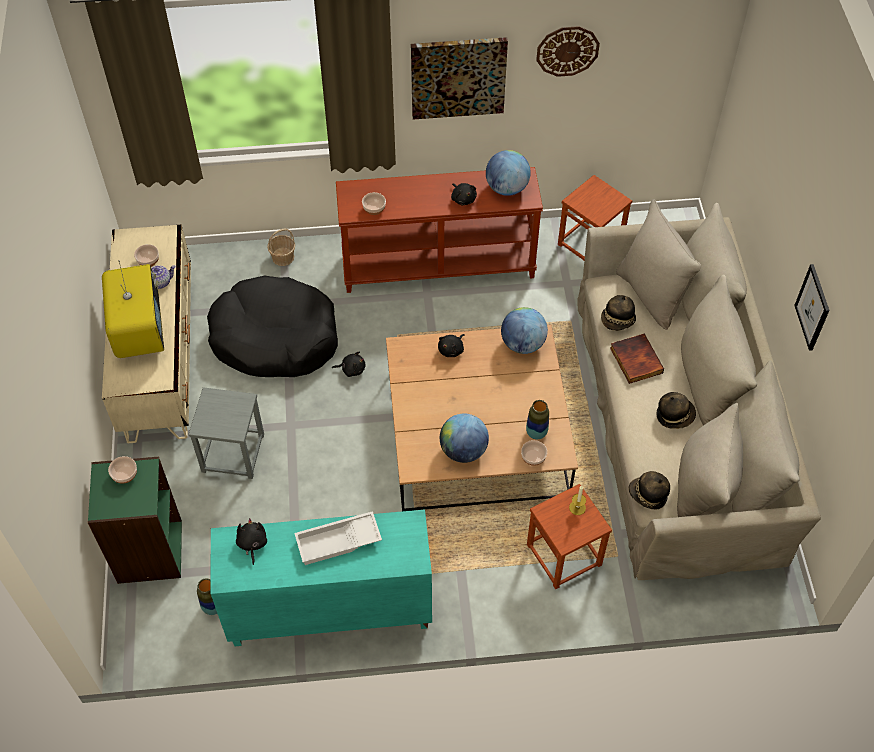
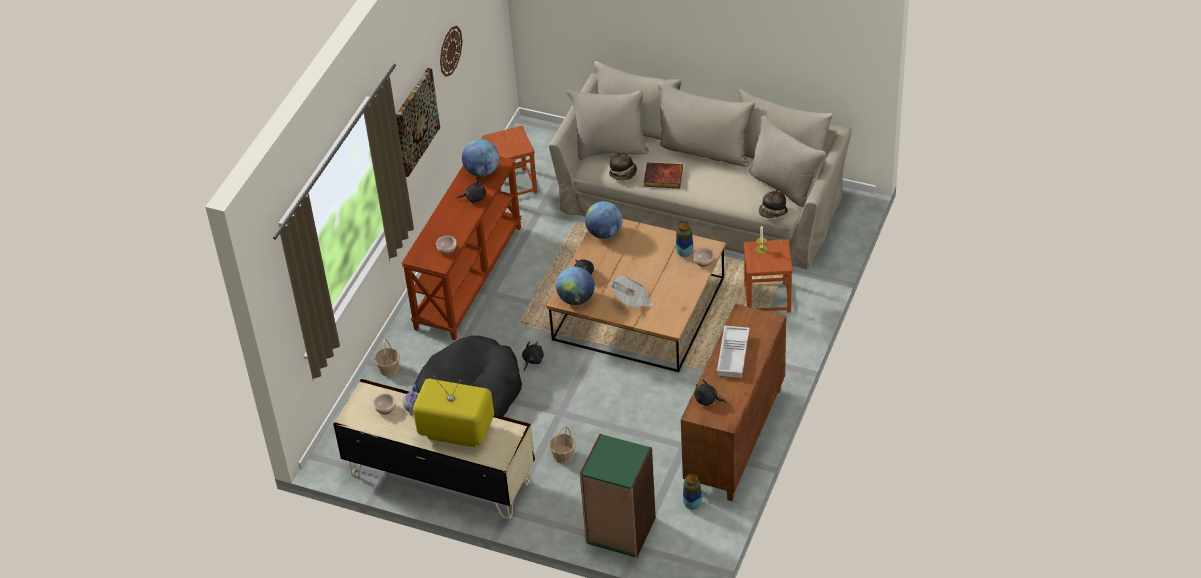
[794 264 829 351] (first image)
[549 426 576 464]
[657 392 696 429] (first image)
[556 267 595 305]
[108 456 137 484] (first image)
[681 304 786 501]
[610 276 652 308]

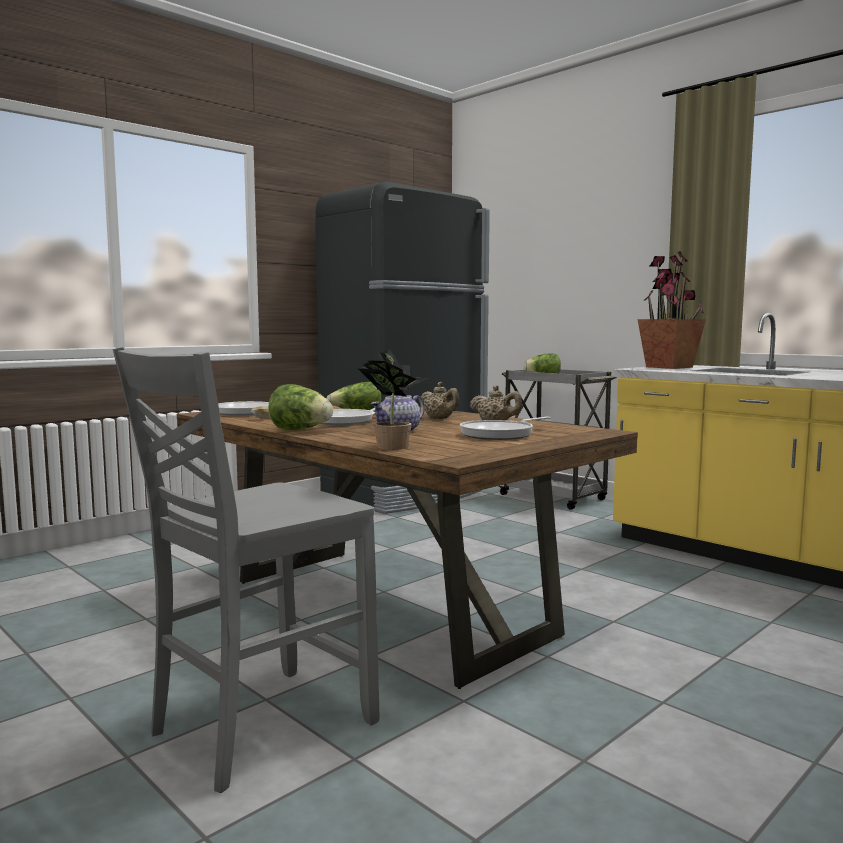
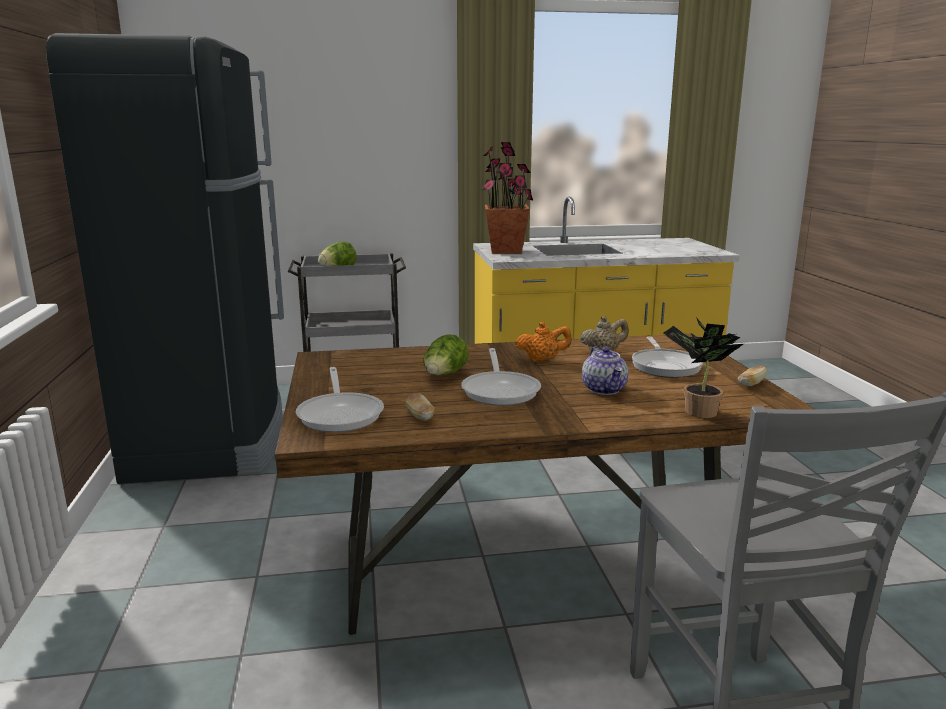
[515 322 571 362]
[268 384 333 430] (first image)
[738 365 767 386]

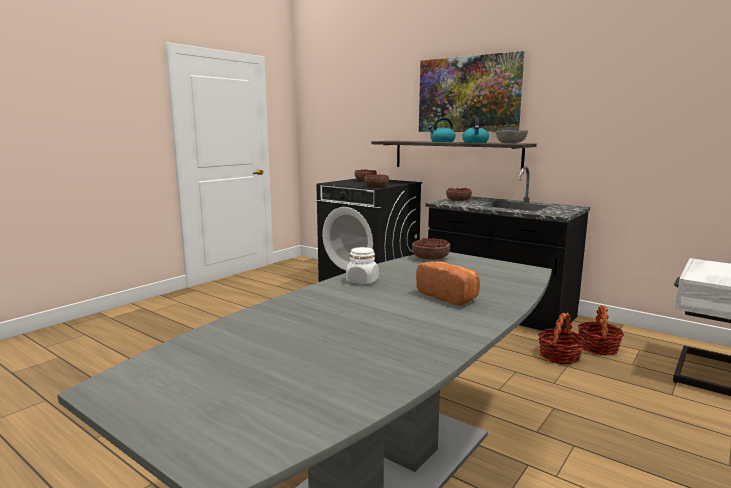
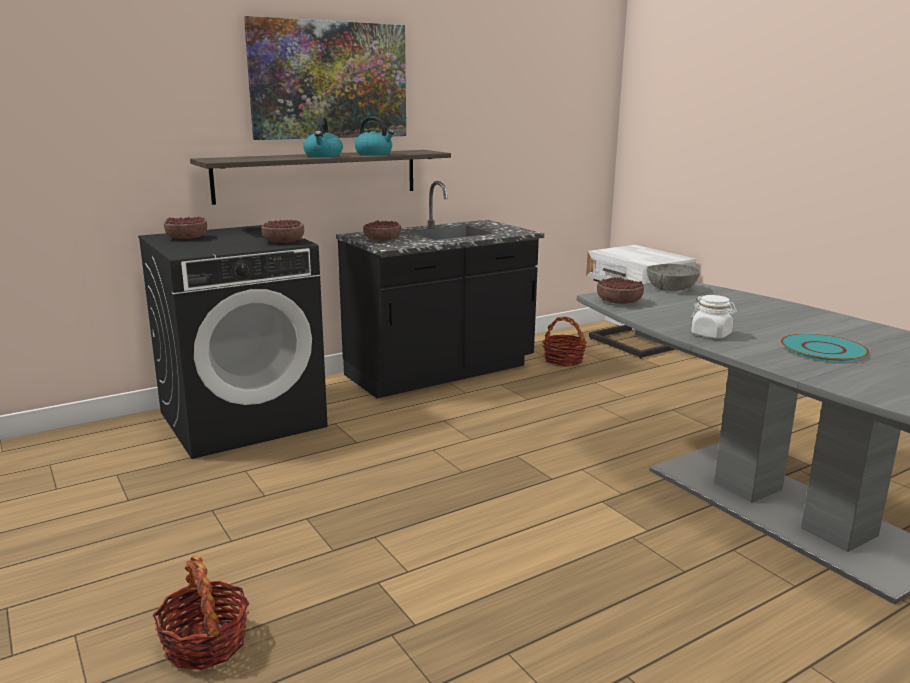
[647 264 700 291]
[416 261 480 306] (first image)
[153 556 250 670]
[781 334 869 362]

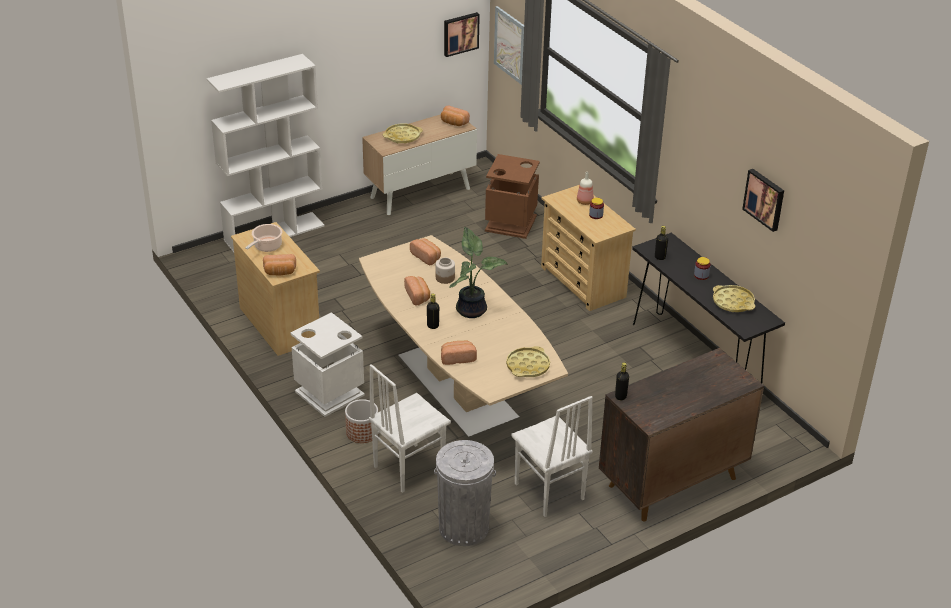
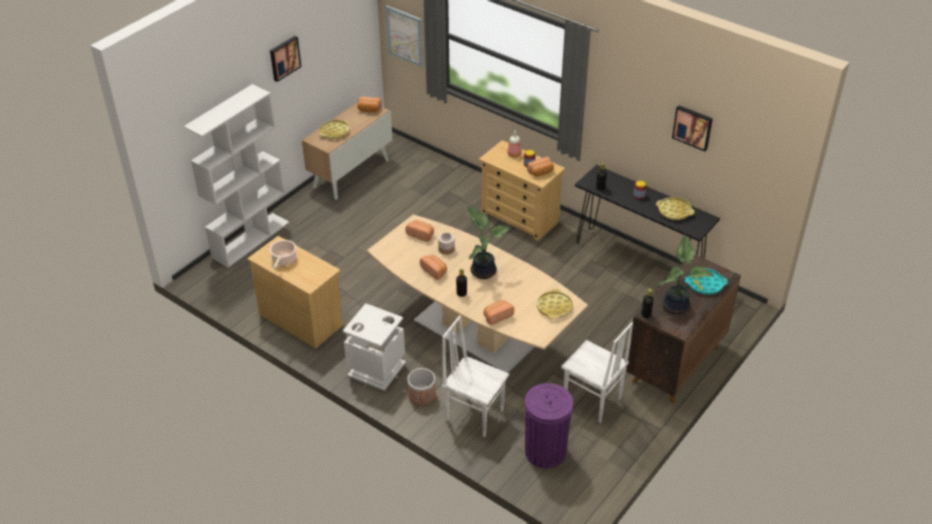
[270 36 301 82]
[485 154 540 239] (first image)
[527 157 554 177]
[442 315 509 437]
[524 383 573 468]
[658 235 714 315]
[684 268 728 295]

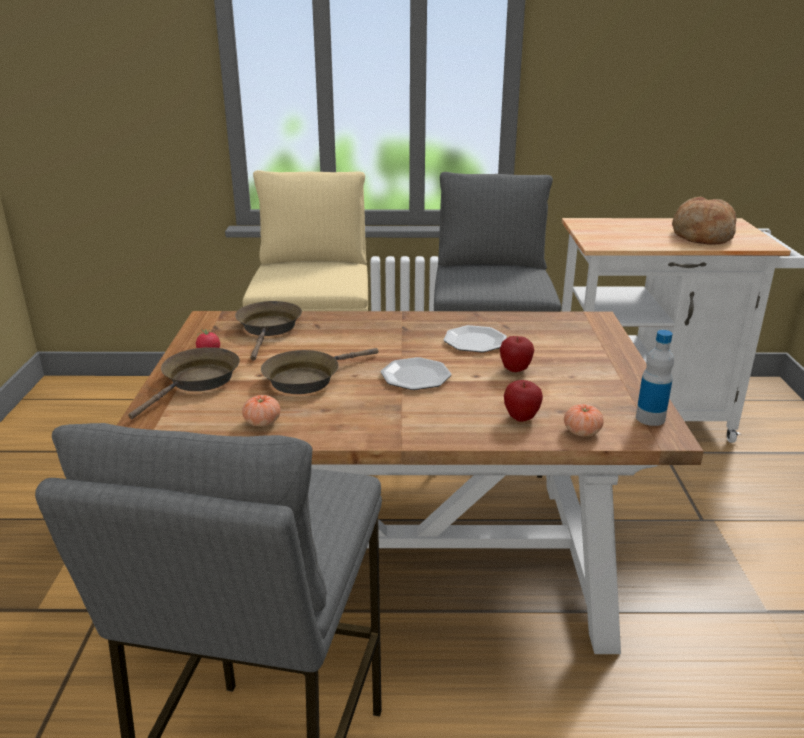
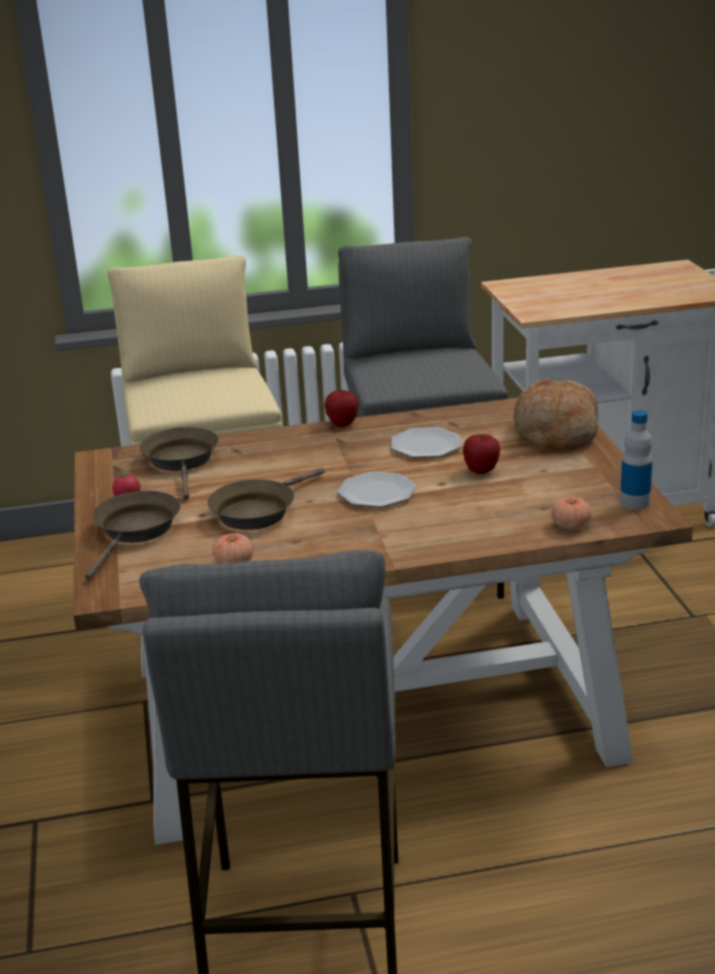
[514 378 599 450]
[325 390 359 427]

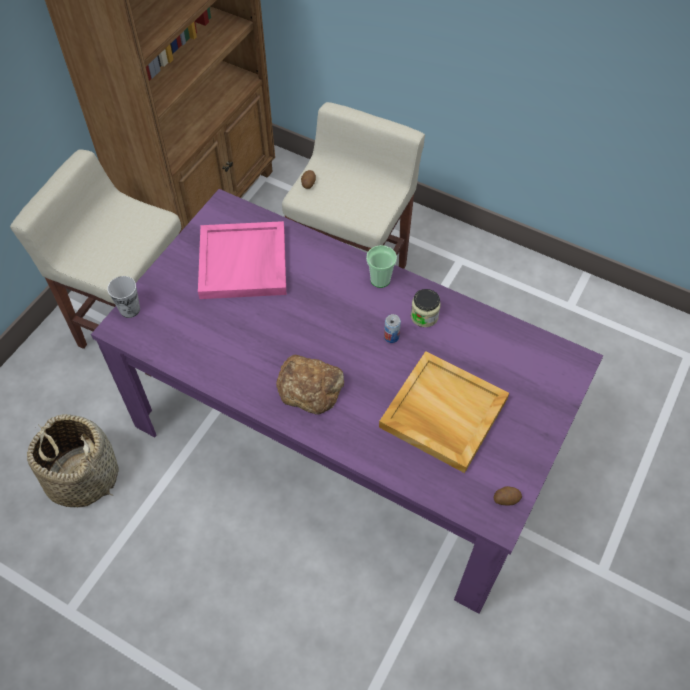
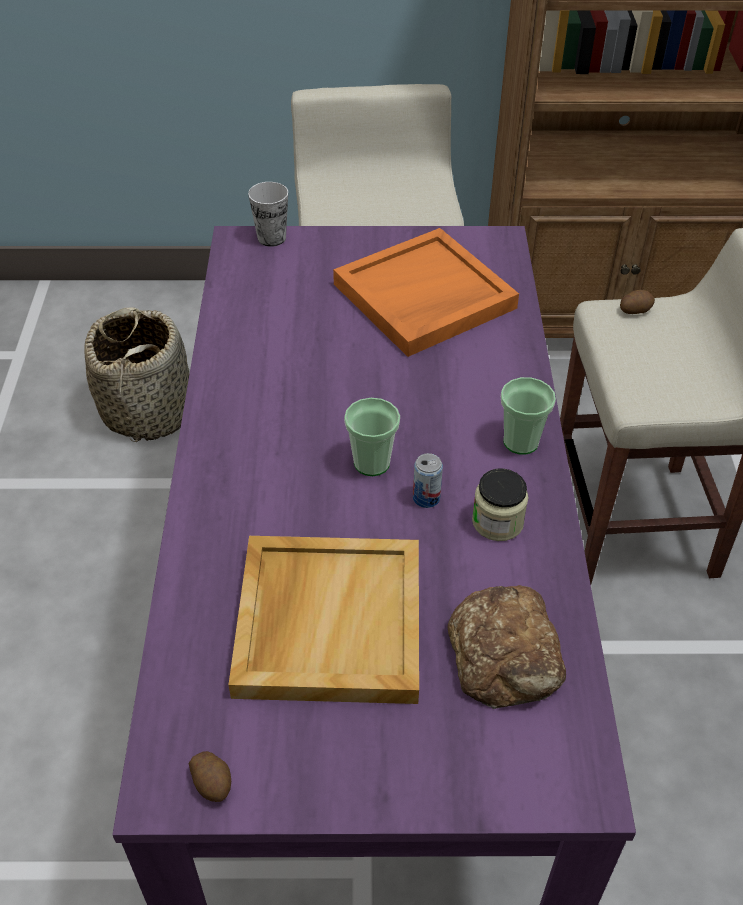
[333 228 519 357]
[448 585 566 709]
[344 398 400 476]

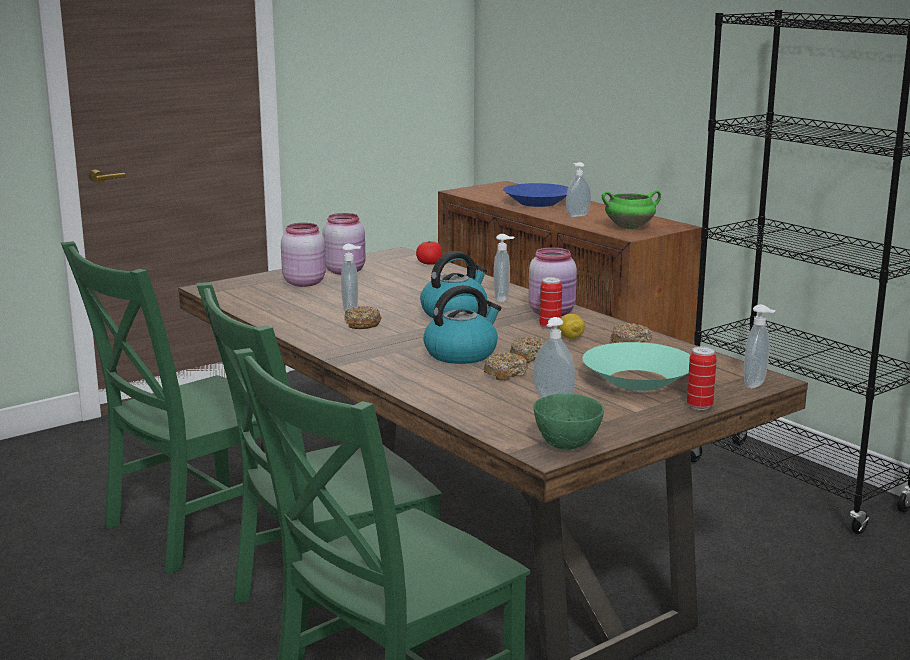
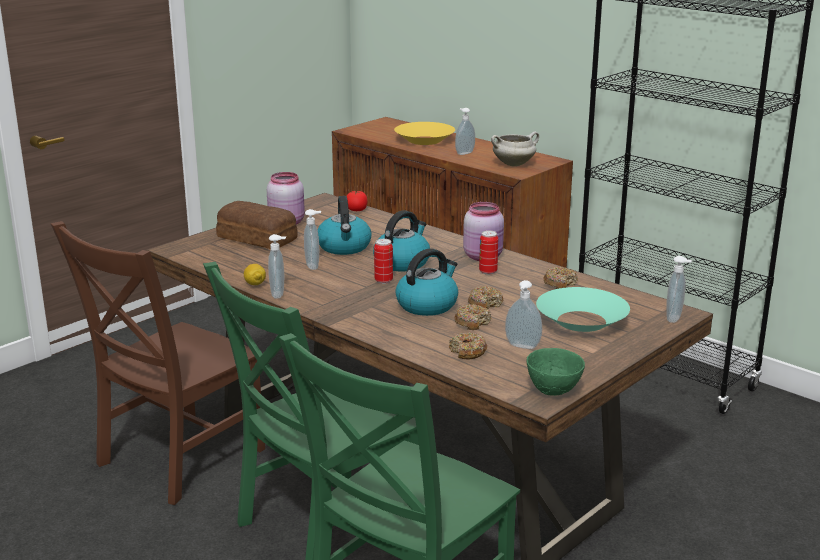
[394 122 455 145]
[491 131 539 167]
[216 201 298 249]
[268 234 286 299]
[51 221 265 505]
[449 332 487 359]
[244 264 266 285]
[374 239 393 284]
[318 196 372 255]

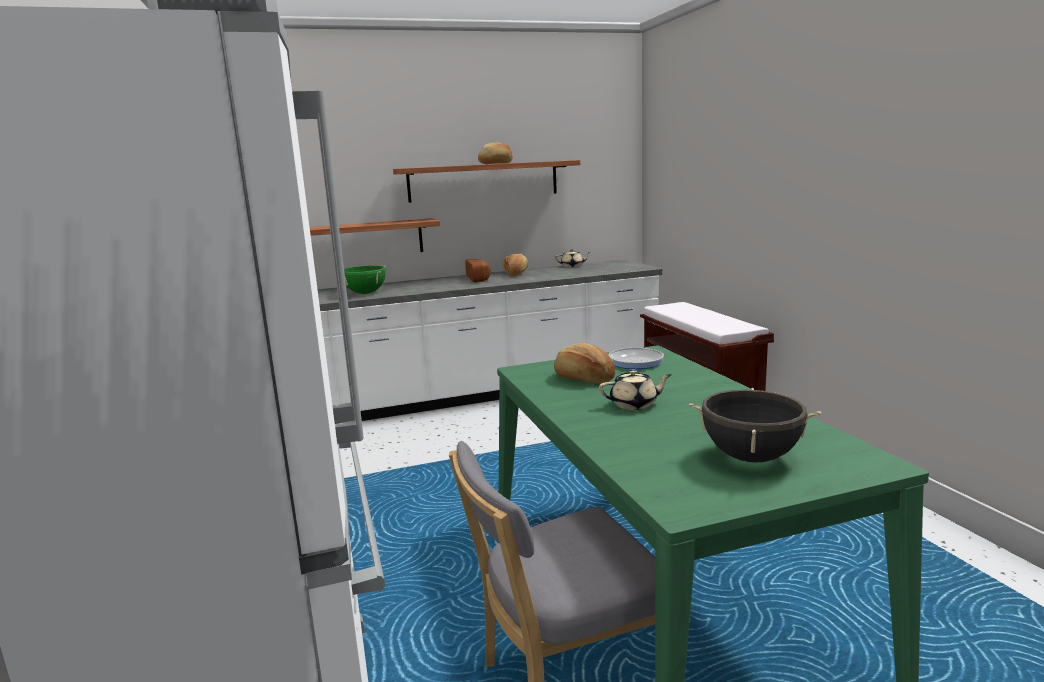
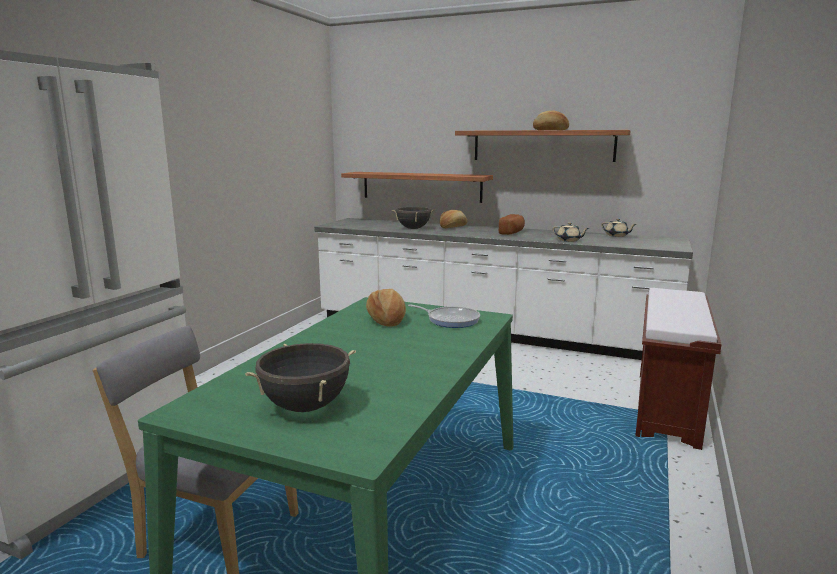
[440 210 467 228]
[392 207 435 229]
[553 222 589 242]

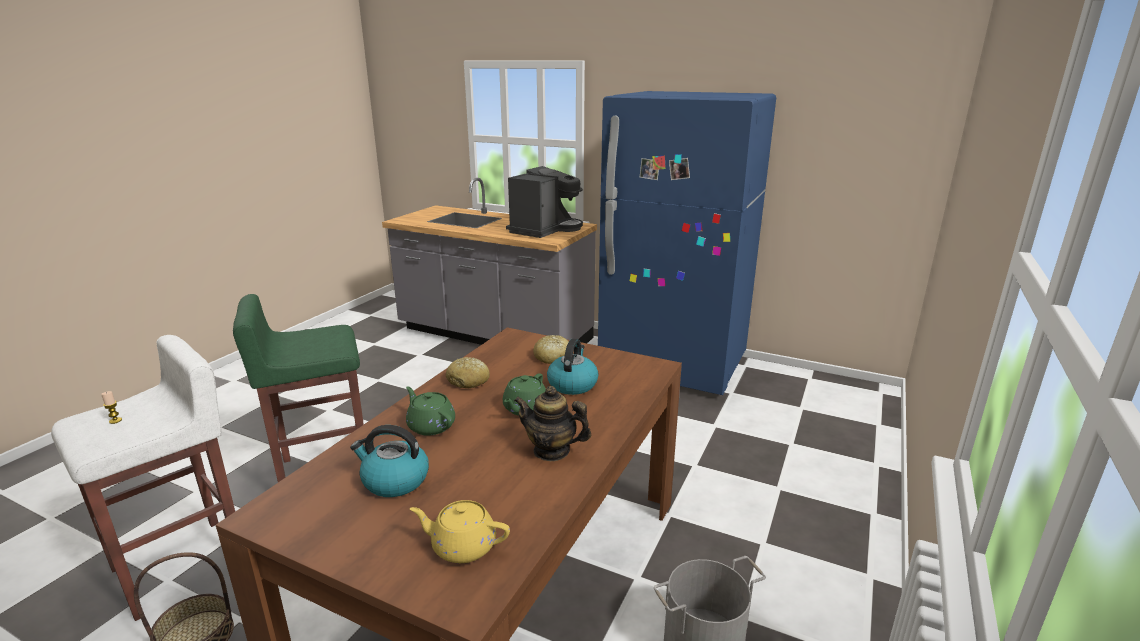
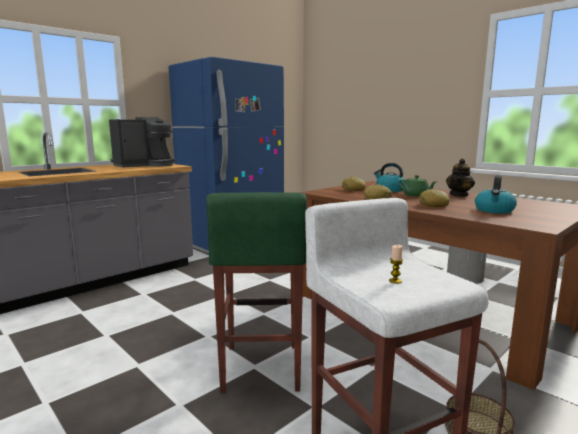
[109 117 174 168]
[419 189 450 207]
[410 500 510 563] (first image)

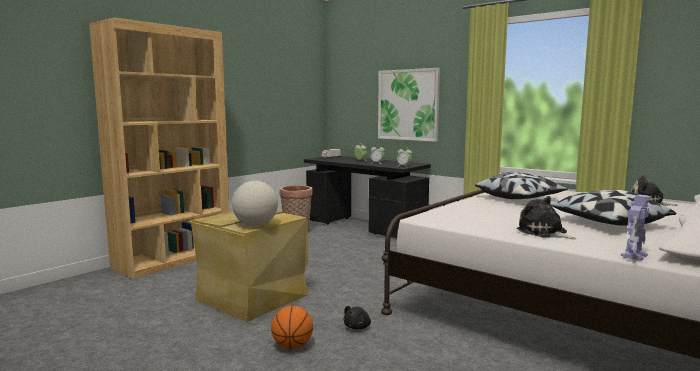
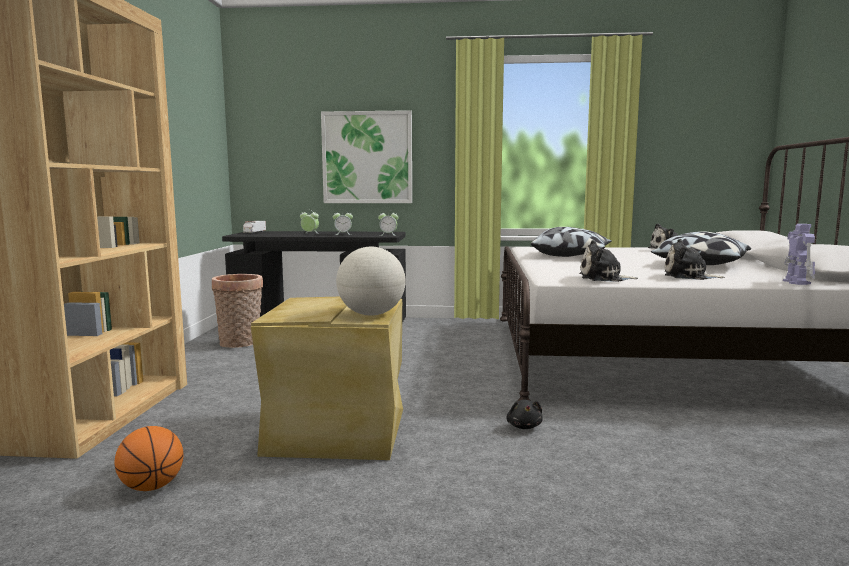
[114 426 183 491]
[579 240 638 282]

